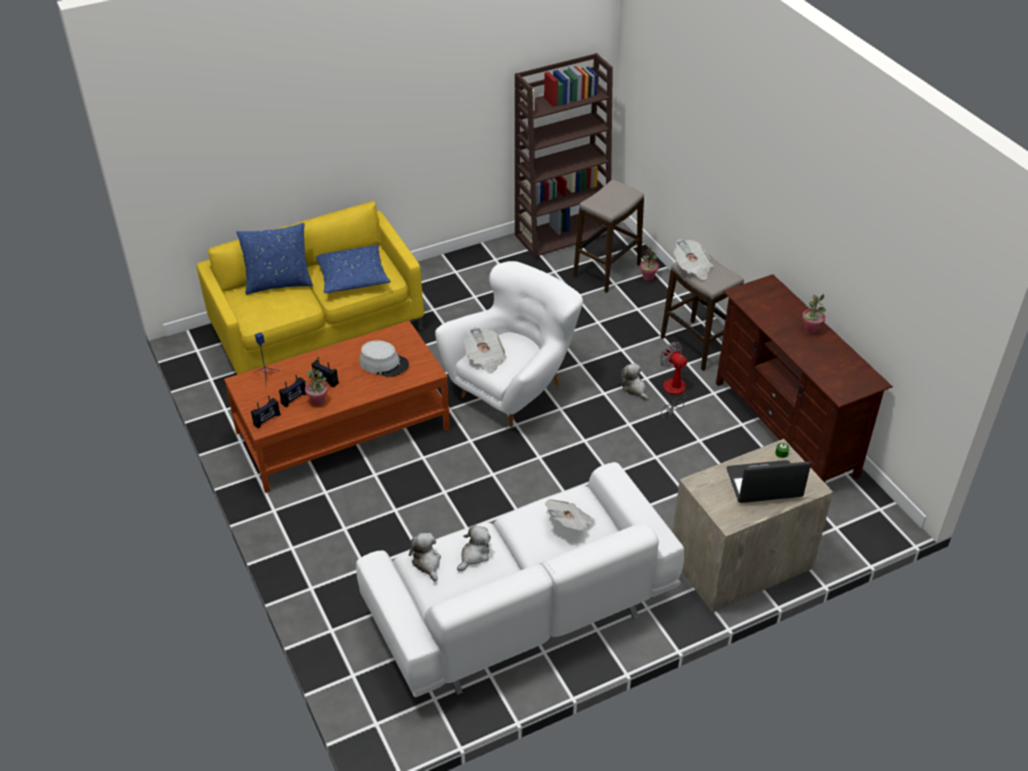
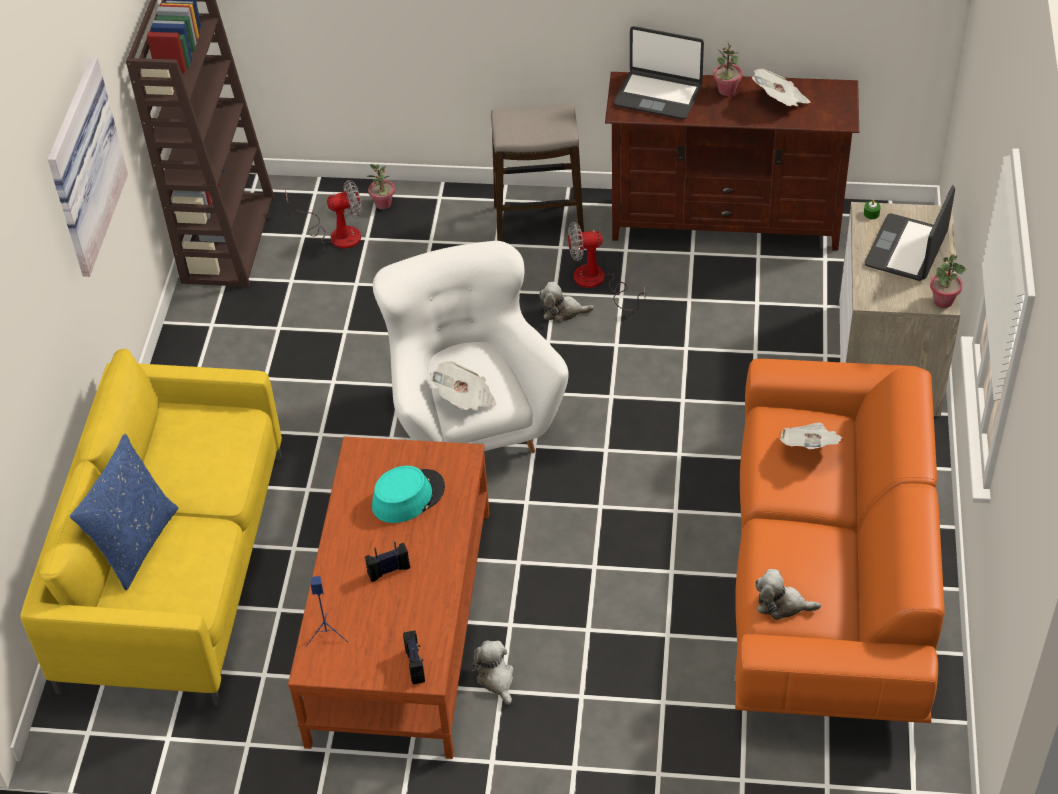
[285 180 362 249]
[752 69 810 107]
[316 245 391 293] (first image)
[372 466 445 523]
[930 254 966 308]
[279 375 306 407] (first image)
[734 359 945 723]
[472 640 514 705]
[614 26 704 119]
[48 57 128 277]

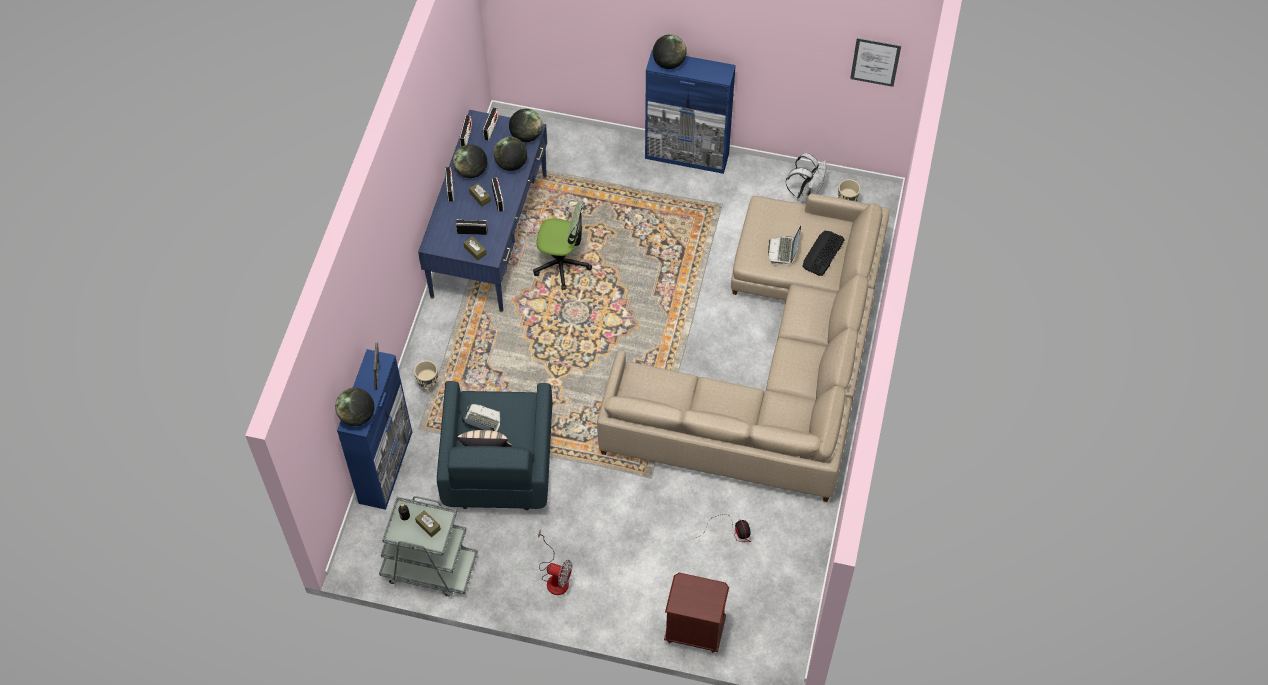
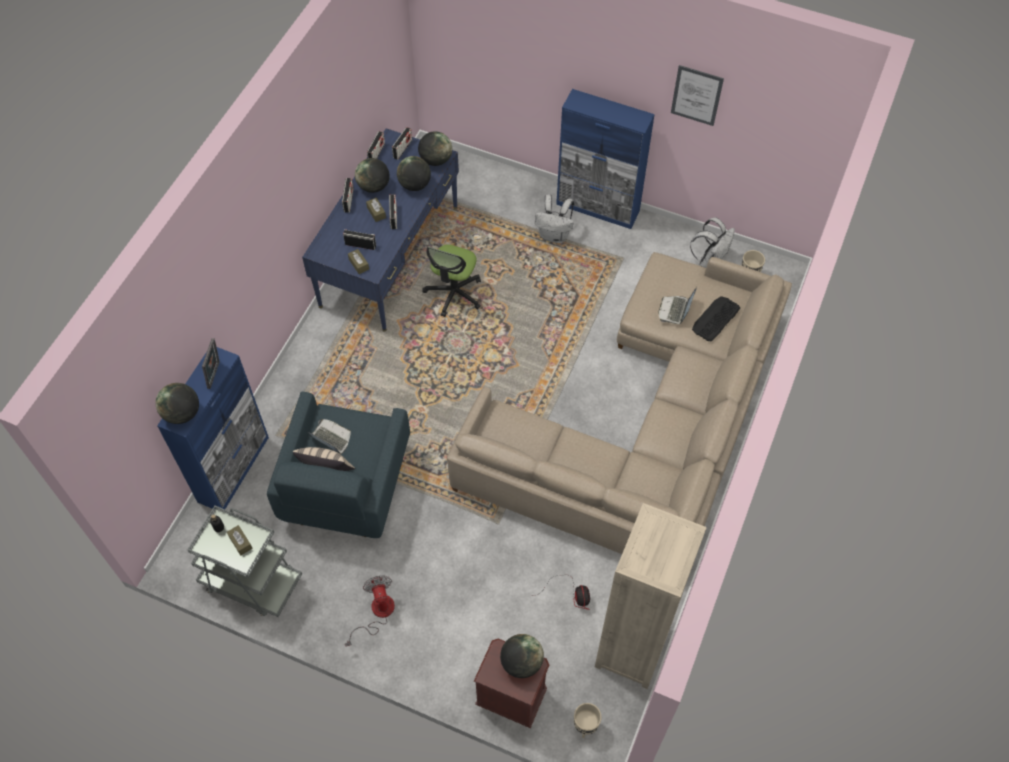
[500 634 544 678]
[671 65 724 126]
[422 244 481 317]
[574 703 601 738]
[345 575 395 646]
[535 194 574 243]
[595 503 707 689]

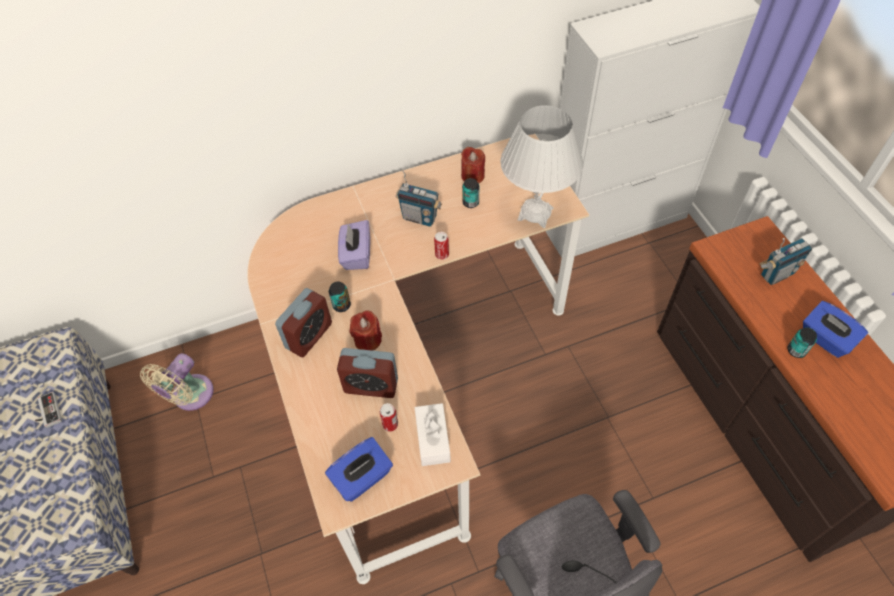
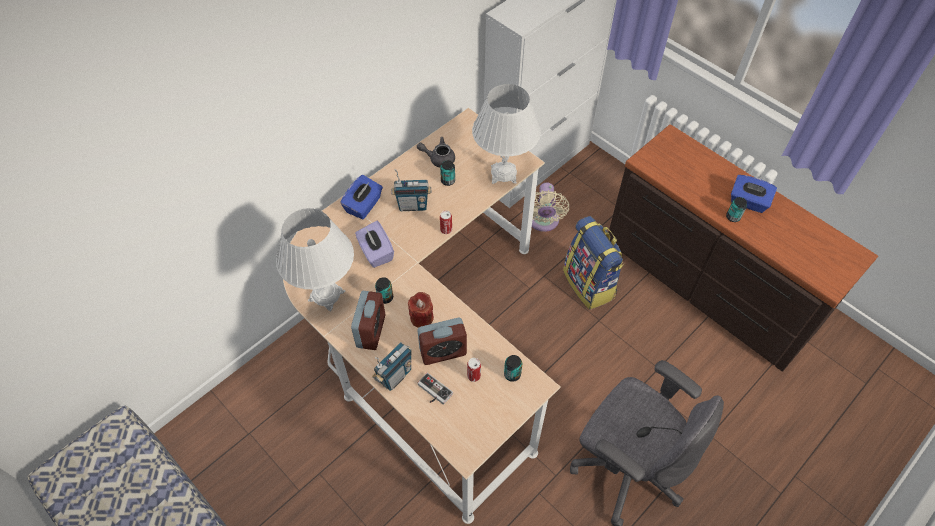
[417 137 455 167]
[372 342 412 391]
[532 182 569 232]
[418 372 453 405]
[504 355 522 382]
[340 175 383 219]
[276 208 354 312]
[563 216 624 310]

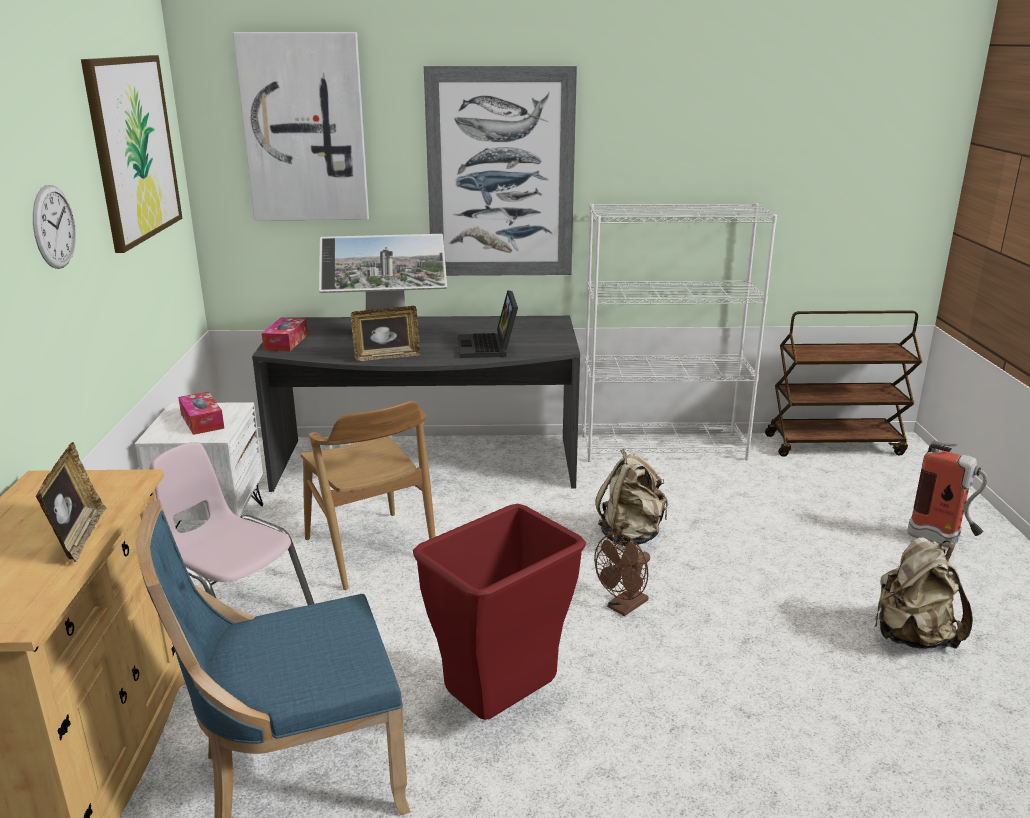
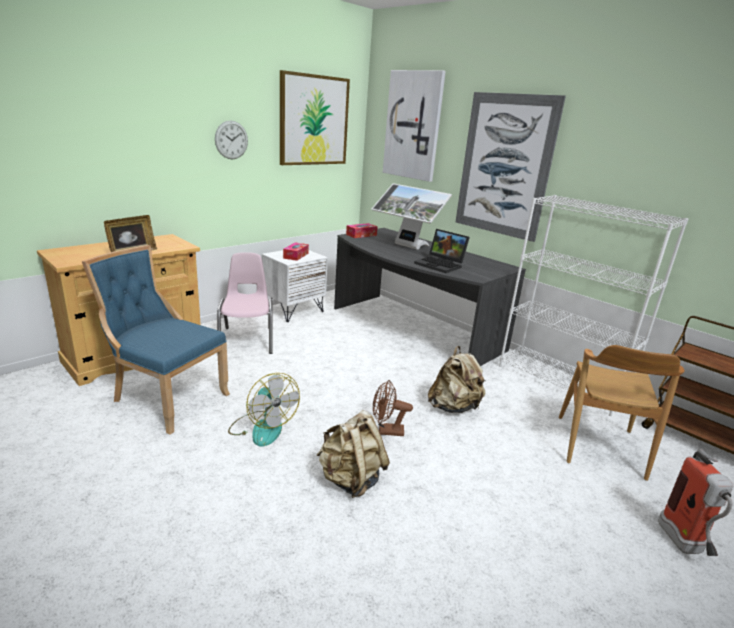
[414 229 470 273]
[351 306 421 361] (first image)
[559 345 685 481]
[228 373 300 447]
[316 410 390 498]

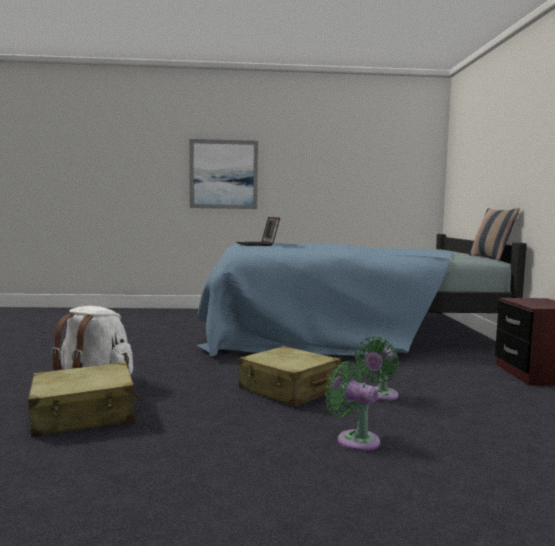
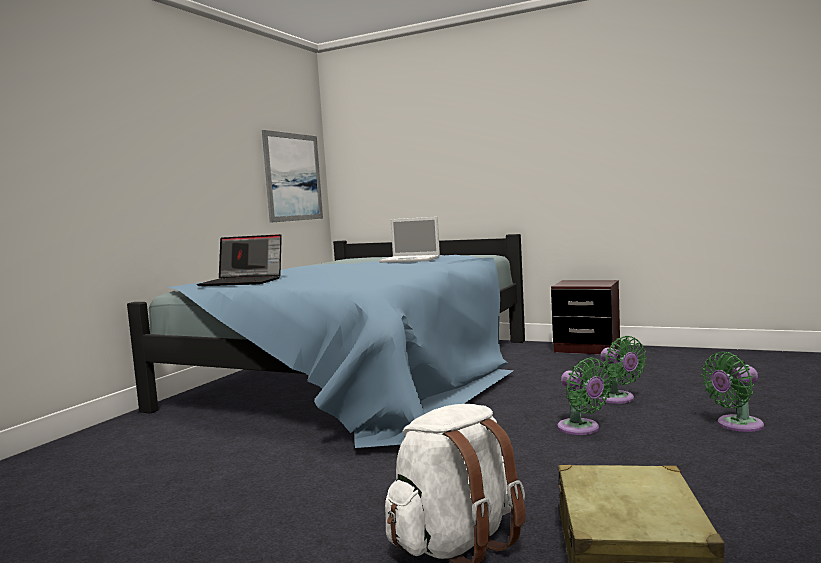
[262 130 323 223]
[469 208 520 260] (first image)
[558 357 613 435]
[379 217 440 263]

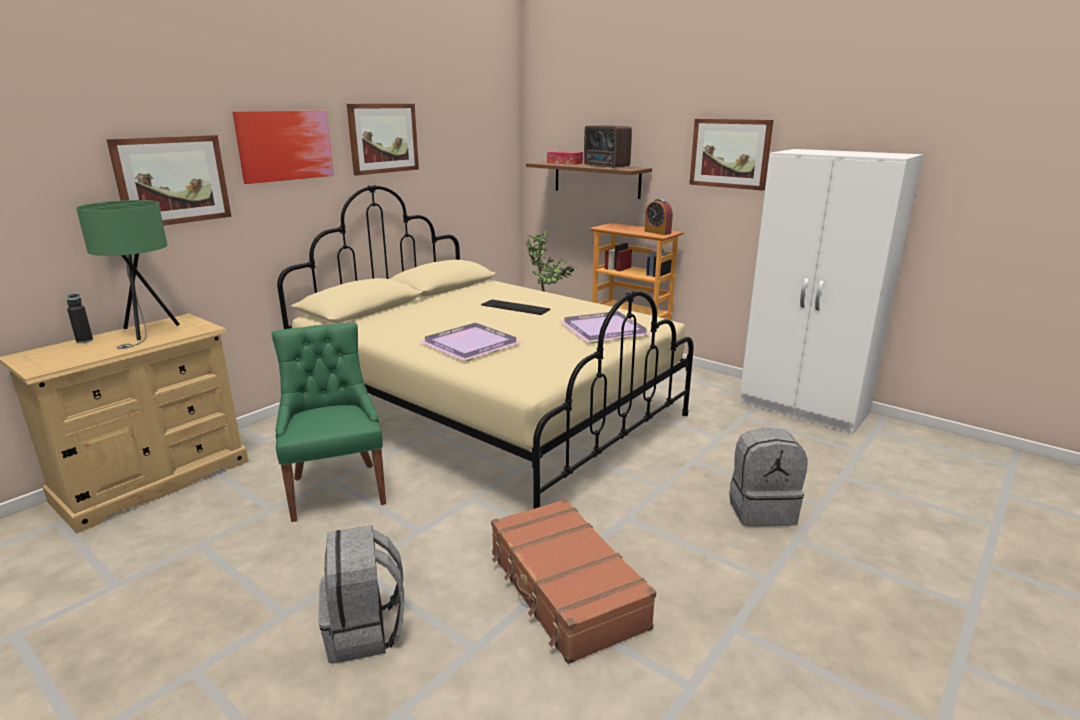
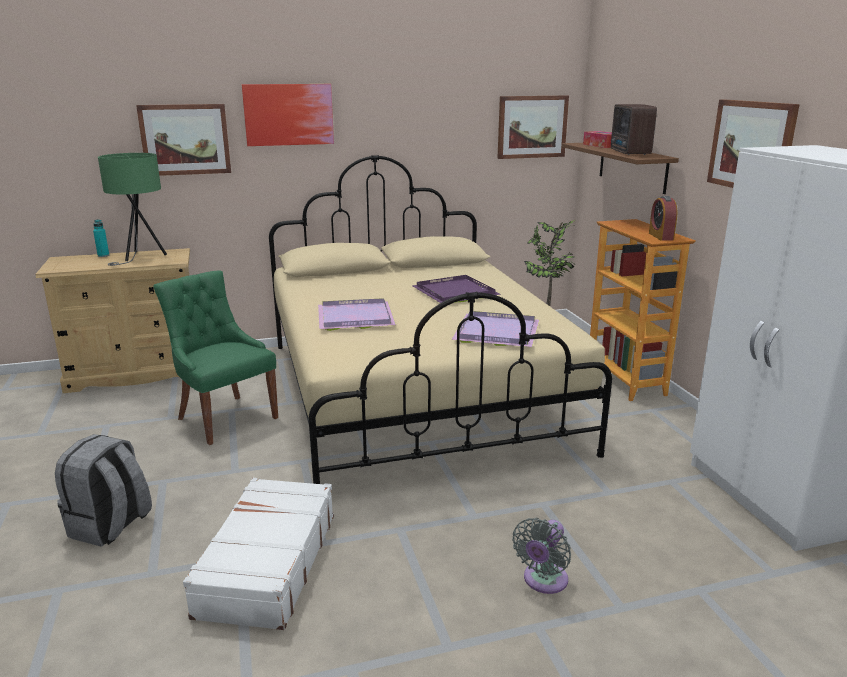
[498 96 569 159]
[93 220 109 257]
[413 275 500 303]
[153 270 278 445]
[512 518 571 594]
[183 478 334 630]

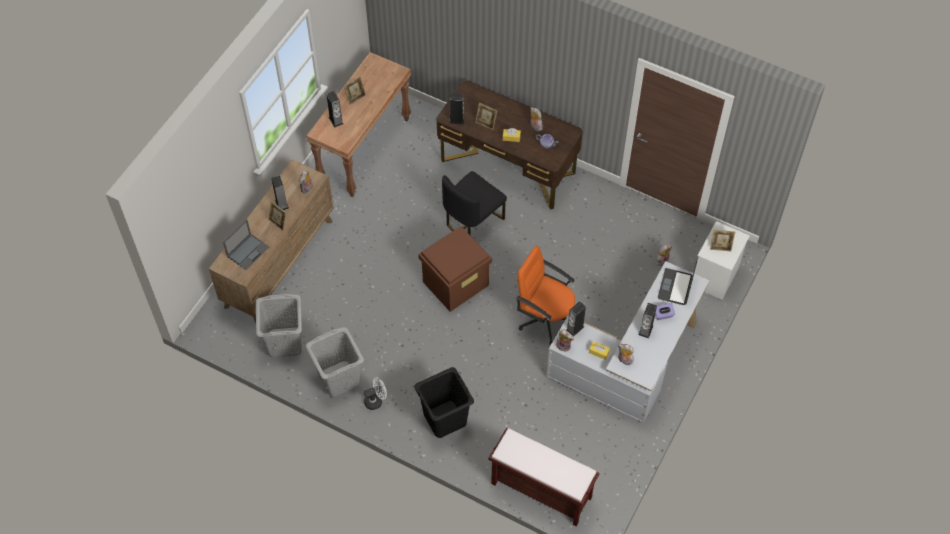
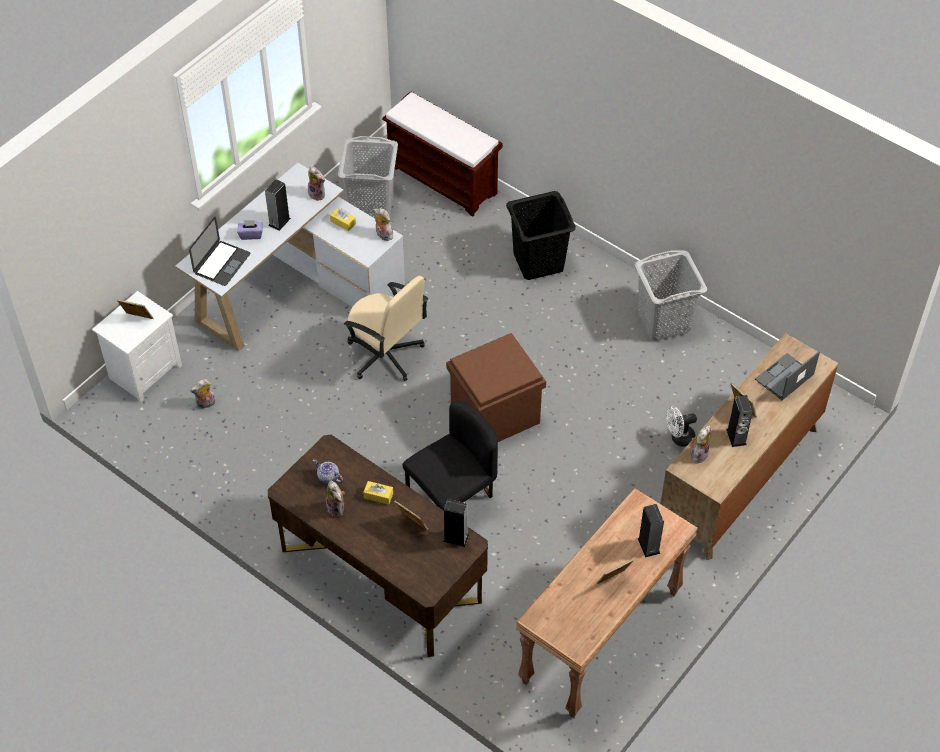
[344 276 428 381]
[338 136 398 218]
[566 301 586 337] (first image)
[666 407 697 447]

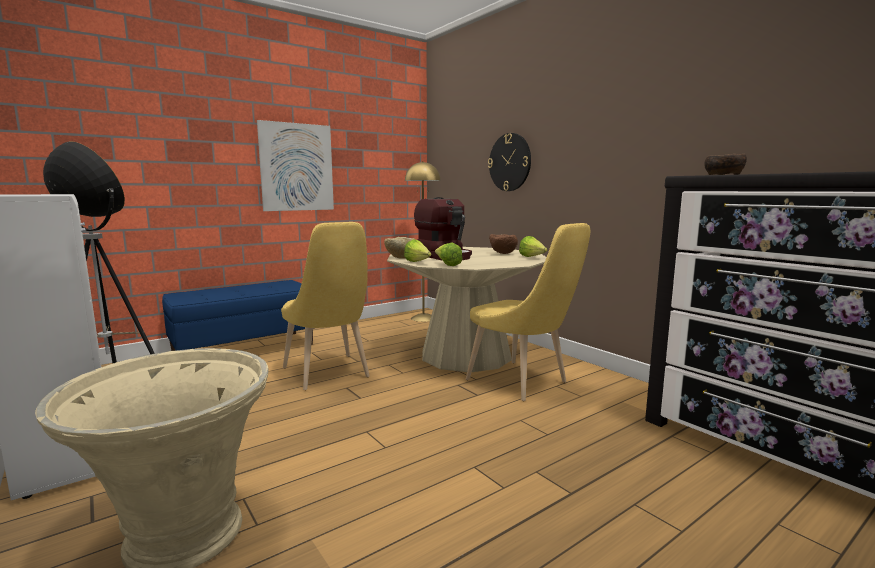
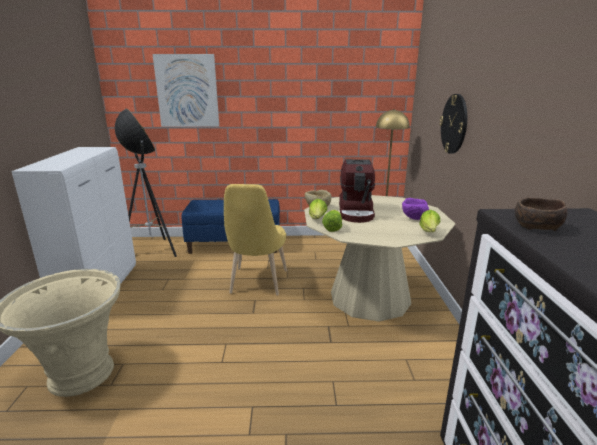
[152 54 219 127]
[466 223 590 401] (first image)
[402 198 429 220]

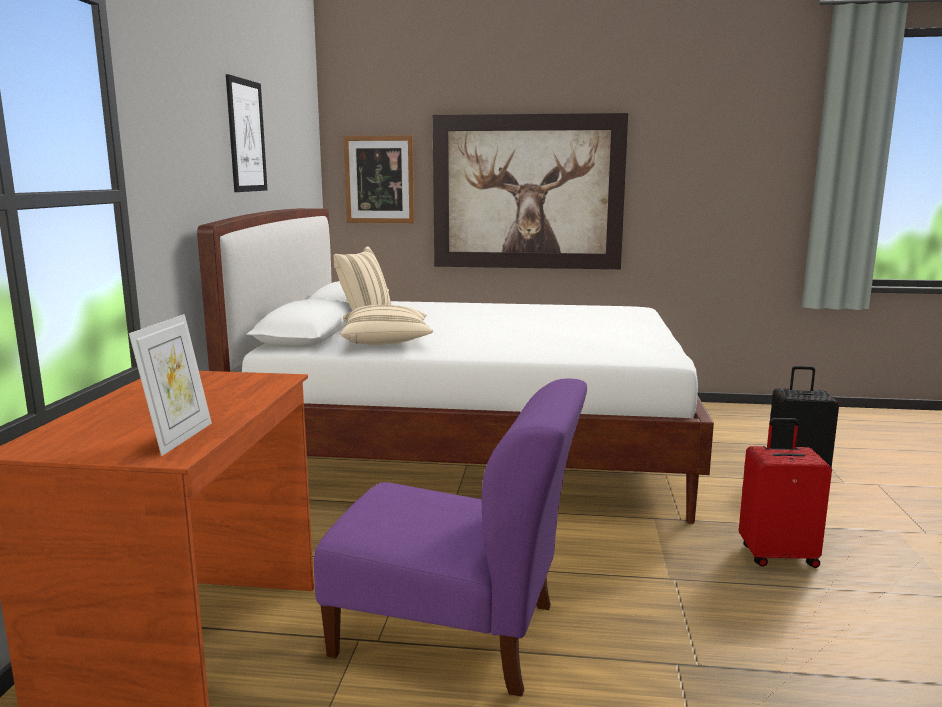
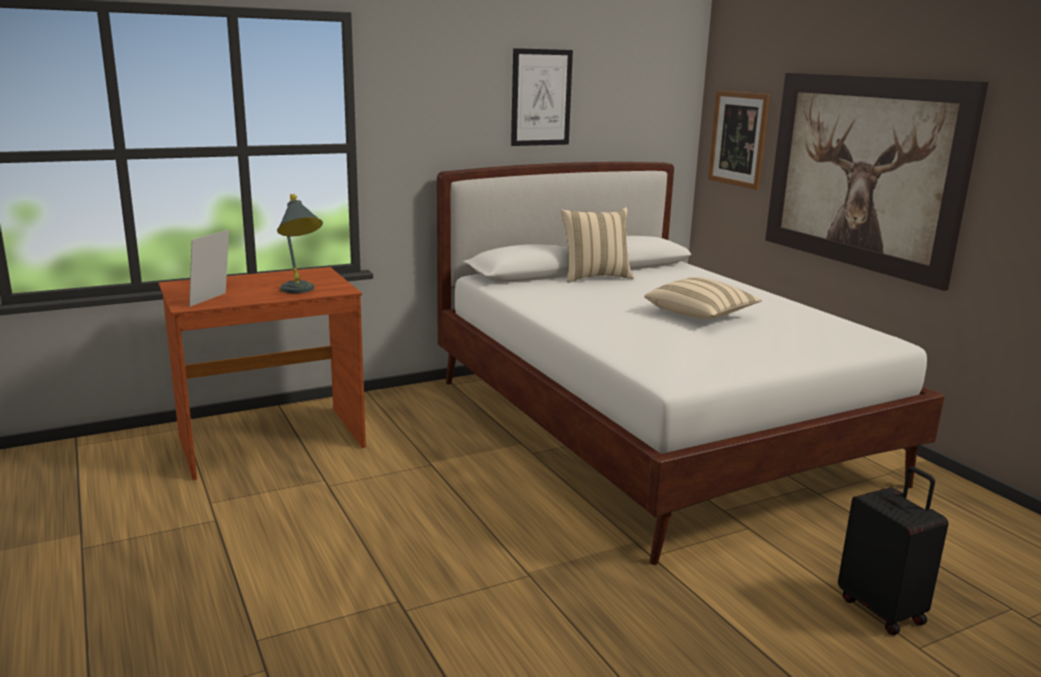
[644 277 762 319]
[189 230 229 307]
[314 378 587 697] (first image)
[739 418 832 568] (first image)
[277 194 323 293]

